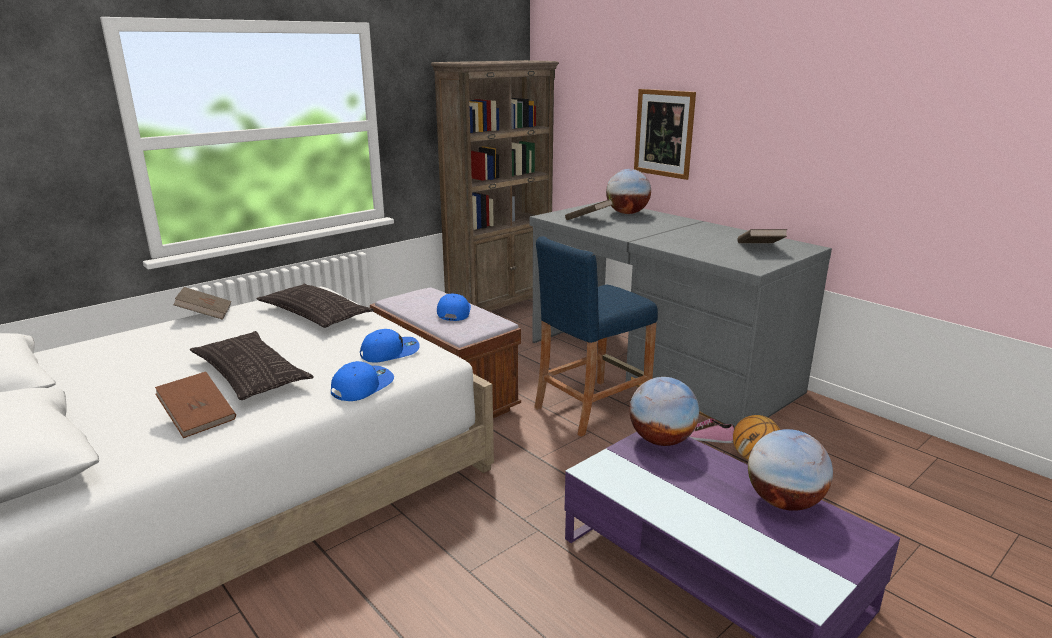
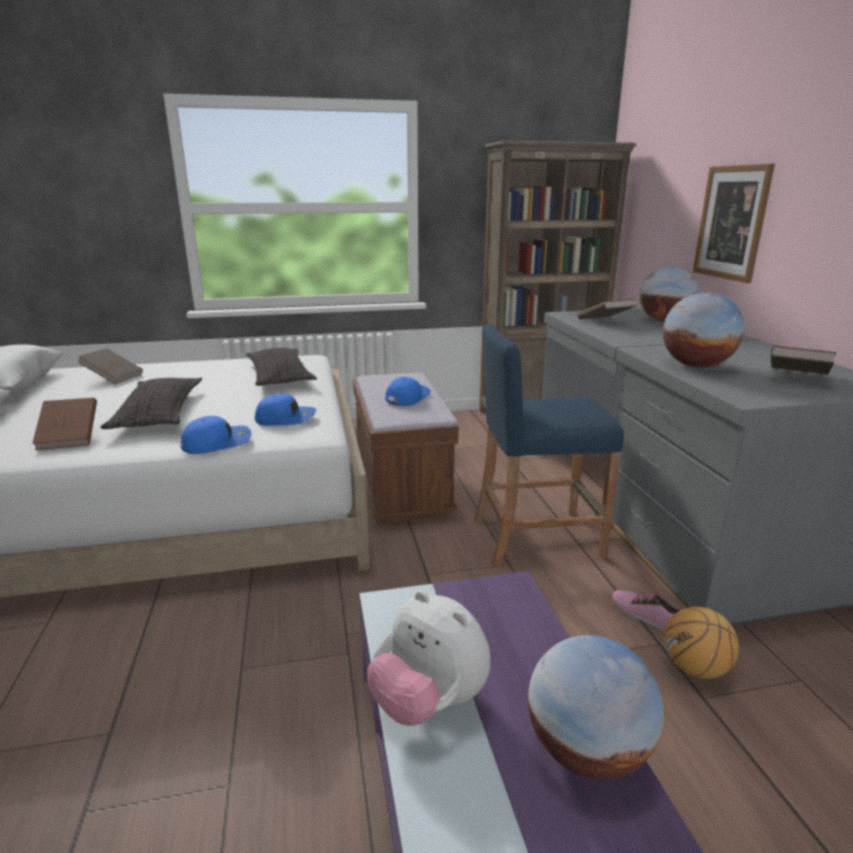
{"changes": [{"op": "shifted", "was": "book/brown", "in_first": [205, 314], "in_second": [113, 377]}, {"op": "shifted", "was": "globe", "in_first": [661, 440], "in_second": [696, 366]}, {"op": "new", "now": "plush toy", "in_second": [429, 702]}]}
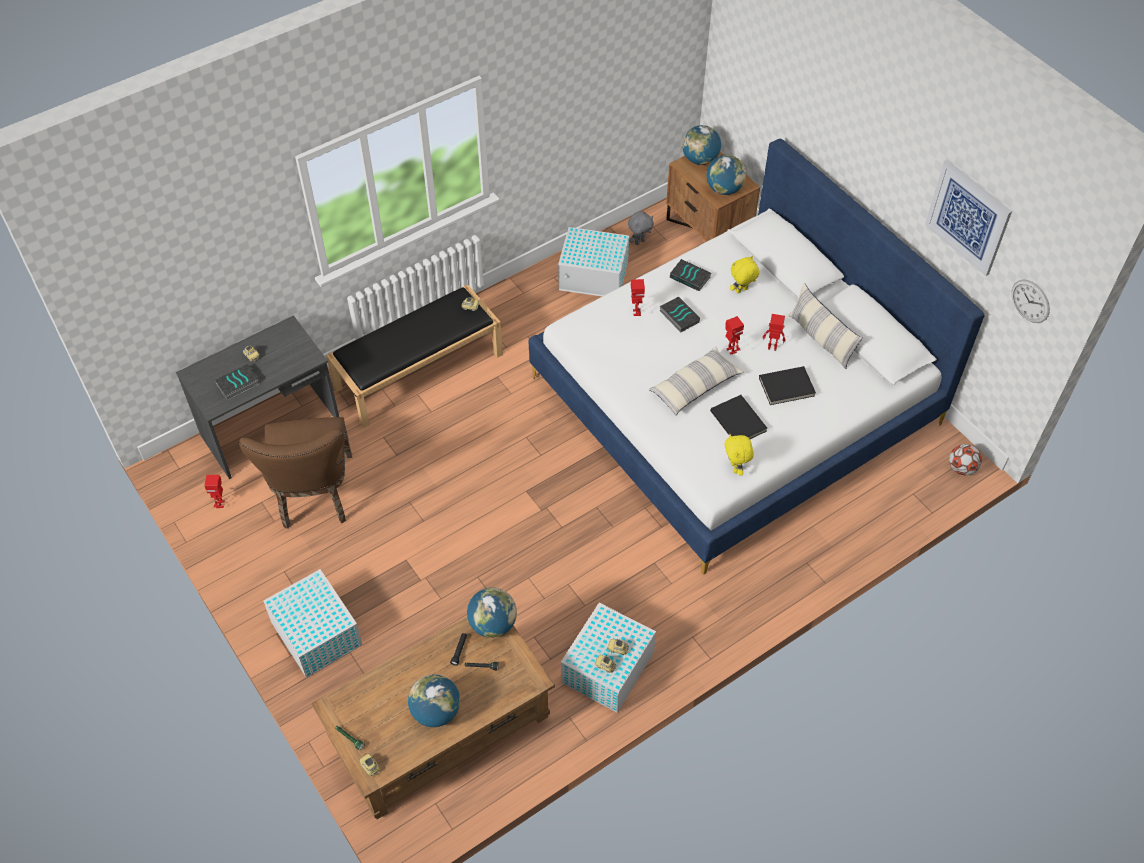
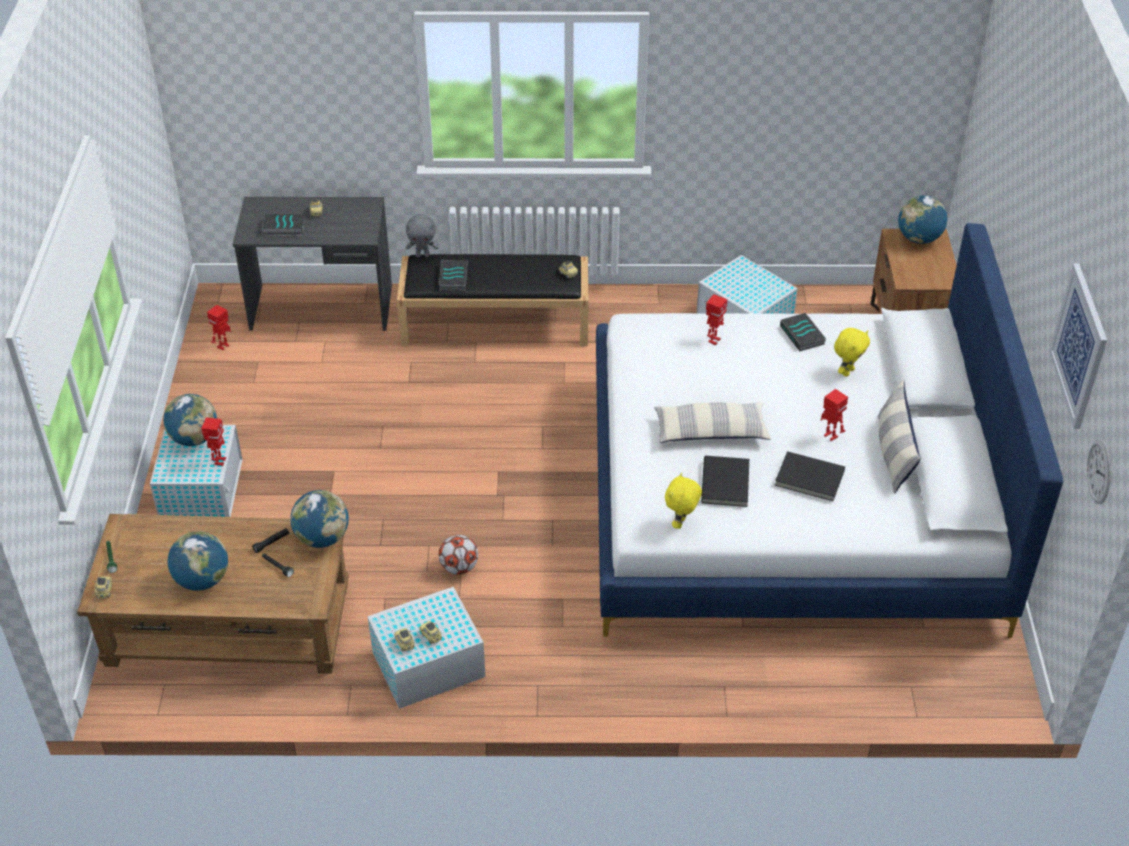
{"changes": [{"op": "gone", "was": "chair/brown", "in_first": [315, 497]}, {"op": "shifted", "was": "plush toy/grey", "in_first": [639, 242], "in_second": [423, 255]}, {"op": "shifted", "was": "book", "in_first": [678, 316], "in_second": [452, 278]}, {"op": "shifted", "was": "globe", "in_first": [724, 189], "in_second": [194, 438]}, {"op": "shifted", "was": "toy robot", "in_first": [730, 351], "in_second": [219, 461]}, {"op": "rotated", "was": "plush toy/yellow", "in_first": [741, 291], "in_second": [847, 371], "clockwise": 120}, {"op": "shifted", "was": "football", "in_first": [961, 468], "in_second": [459, 567]}]}
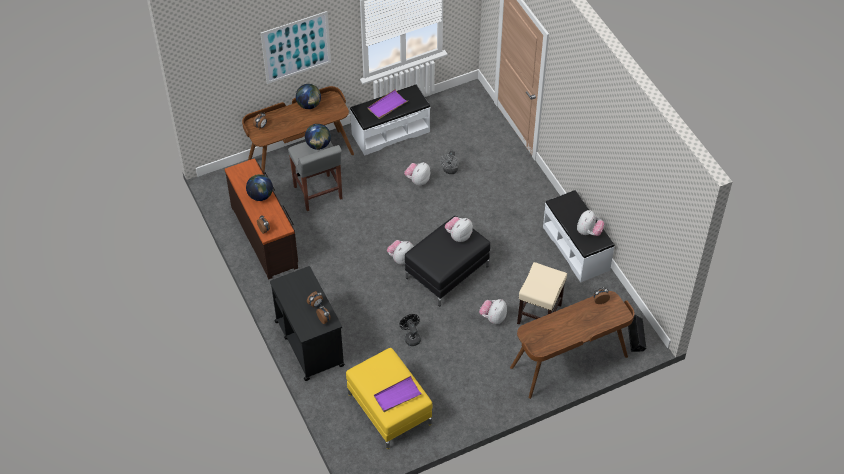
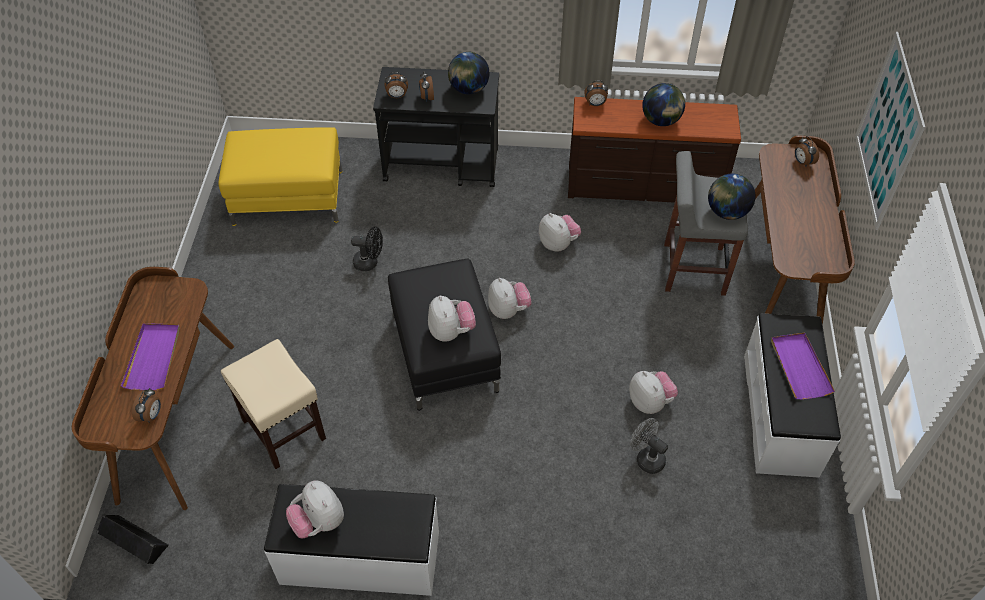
{"changes": [{"op": "shifted", "was": "globe", "in_first": [309, 105], "in_second": [468, 89]}, {"op": "shifted", "was": "tray/purple", "in_first": [397, 395], "in_second": [153, 358]}, {"op": "shifted", "was": "plush toy", "in_first": [493, 317], "in_second": [558, 243]}]}
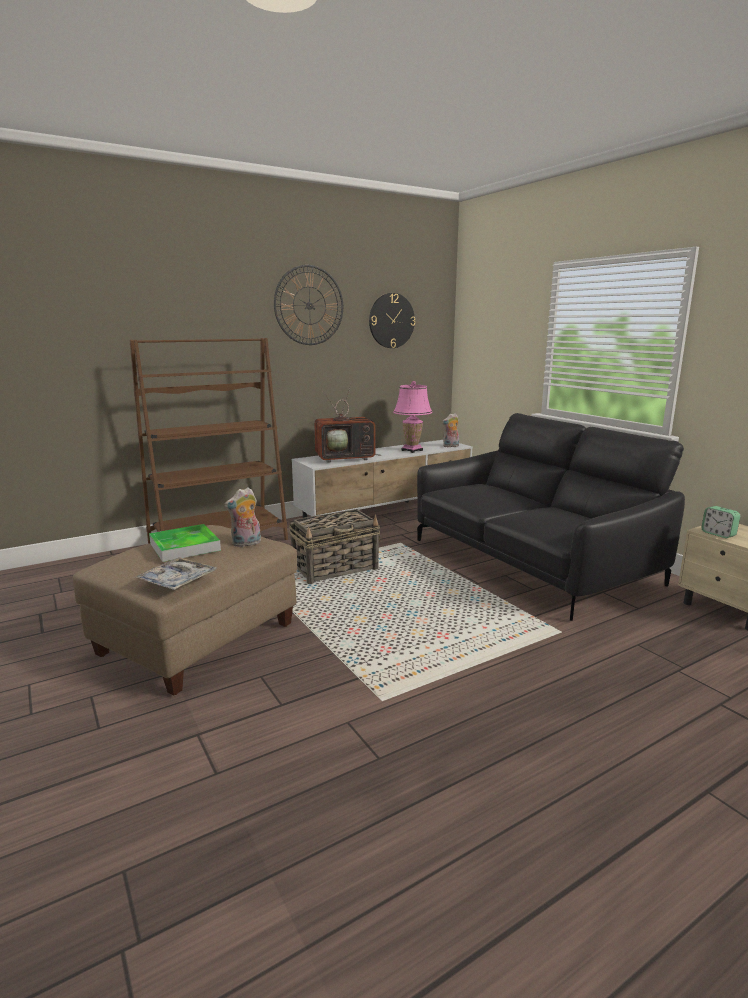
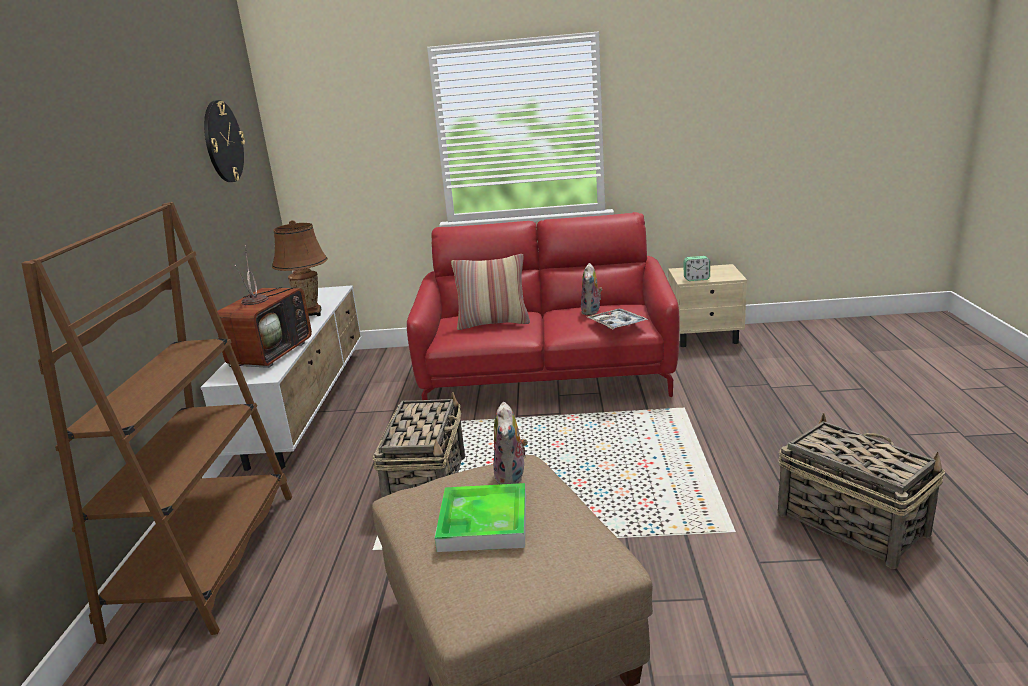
{"changes": [{"op": "shifted", "was": "tray", "in_first": [177, 580], "in_second": [617, 324]}, {"op": "gone", "was": "wall clock", "in_first": [309, 305]}, {"op": "repainted", "was": "table lamp/pink", "now": "table lamp/brown", "in_first": [412, 450], "in_second": [310, 313]}, {"op": "repainted", "was": "sofa/black", "now": "sofa/red", "in_first": [531, 562], "in_second": [546, 374]}, {"op": "shifted", "was": "plush toy", "in_first": [450, 446], "in_second": [592, 311]}, {"op": "new", "now": "pillow", "in_second": [493, 323]}, {"op": "new", "now": "basket", "in_second": [850, 523]}]}
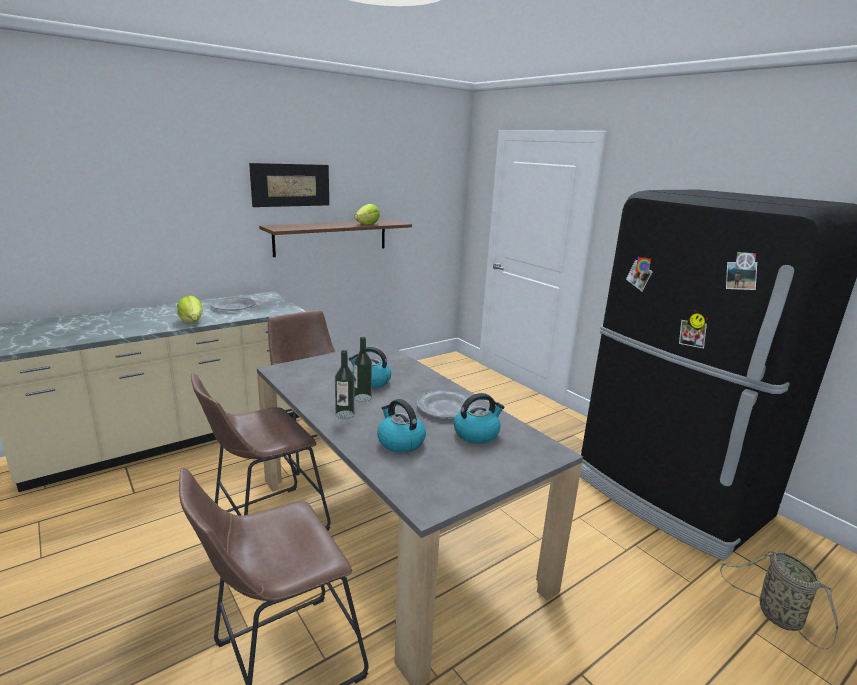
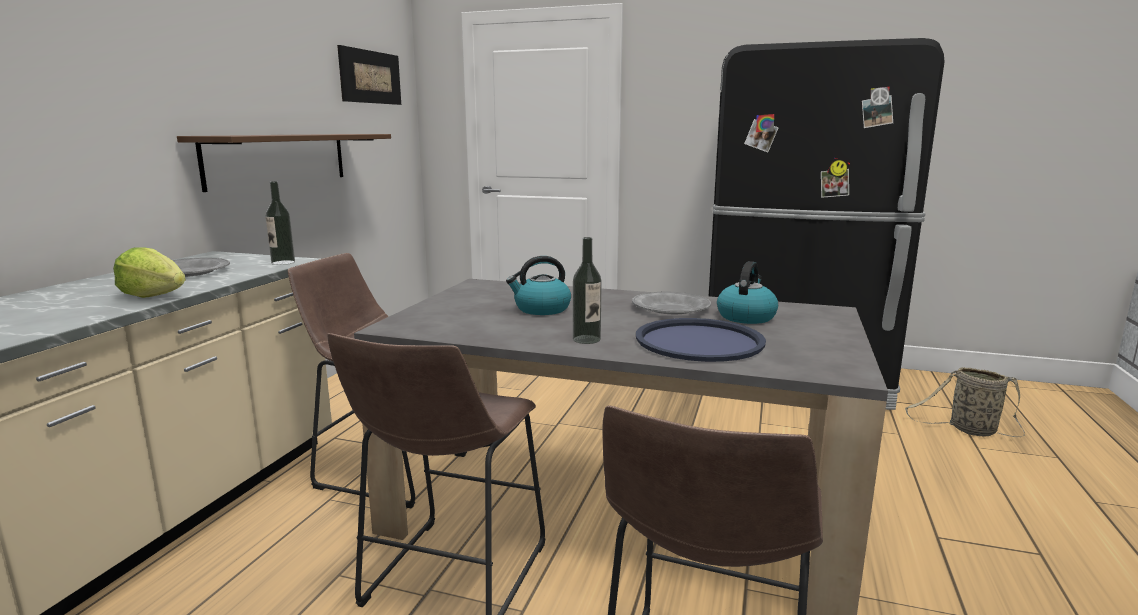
{"changes": [{"op": "shifted", "was": "picture", "in_first": [291, 185], "in_second": [370, 77]}, {"op": "shifted", "was": "bottle", "in_first": [362, 397], "in_second": [283, 262]}, {"op": "gone", "was": "lettuce", "in_first": [367, 224]}, {"op": "swapped", "was": "kettle", "now": "tray/blue", "in_first": [400, 442], "in_second": [699, 341]}]}
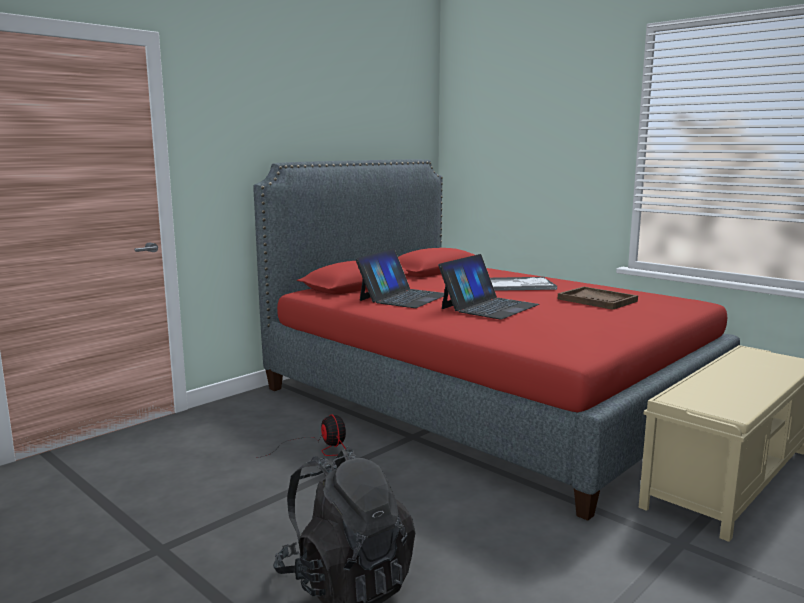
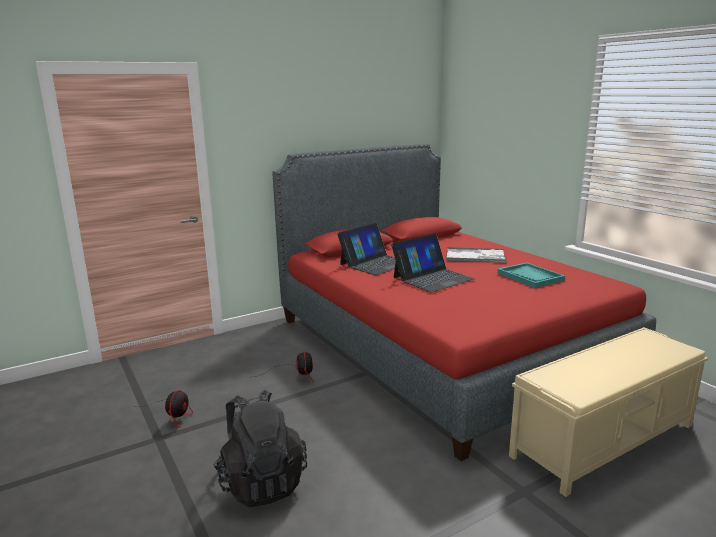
{"changes": [{"op": "repainted", "was": "tray/brown", "now": "tray/turquoise", "in_first": [597, 300], "in_second": [530, 277]}, {"op": "new", "now": "fan", "in_second": [174, 414]}]}
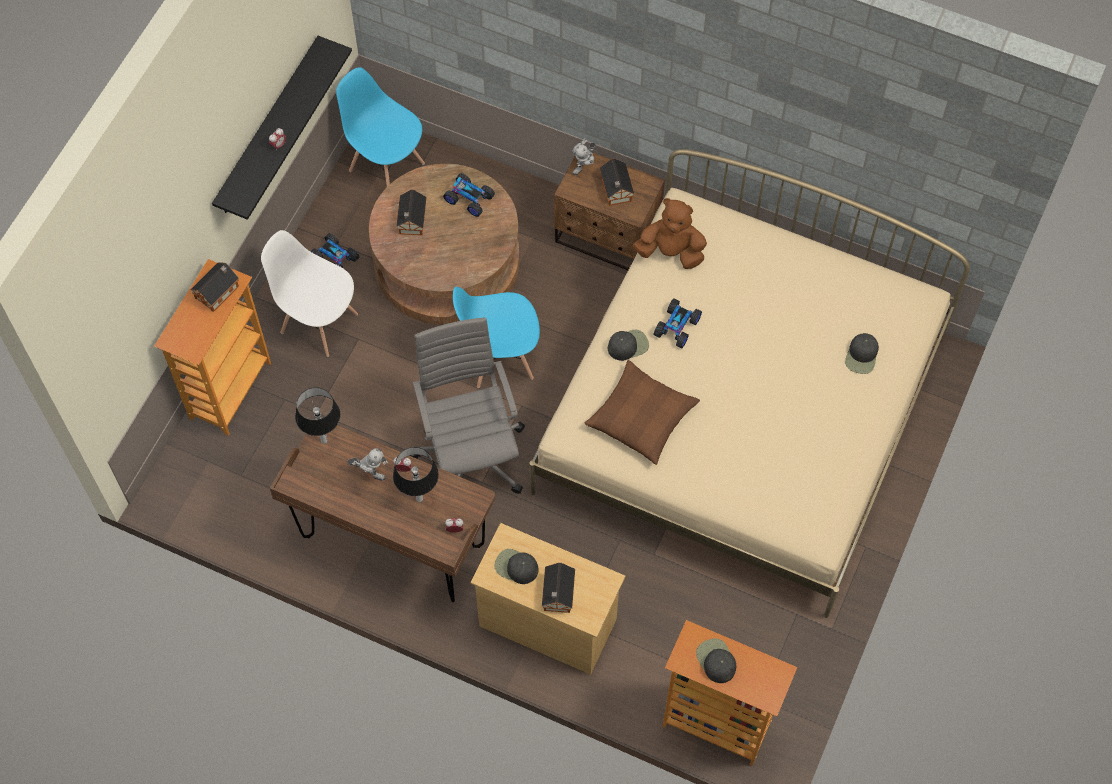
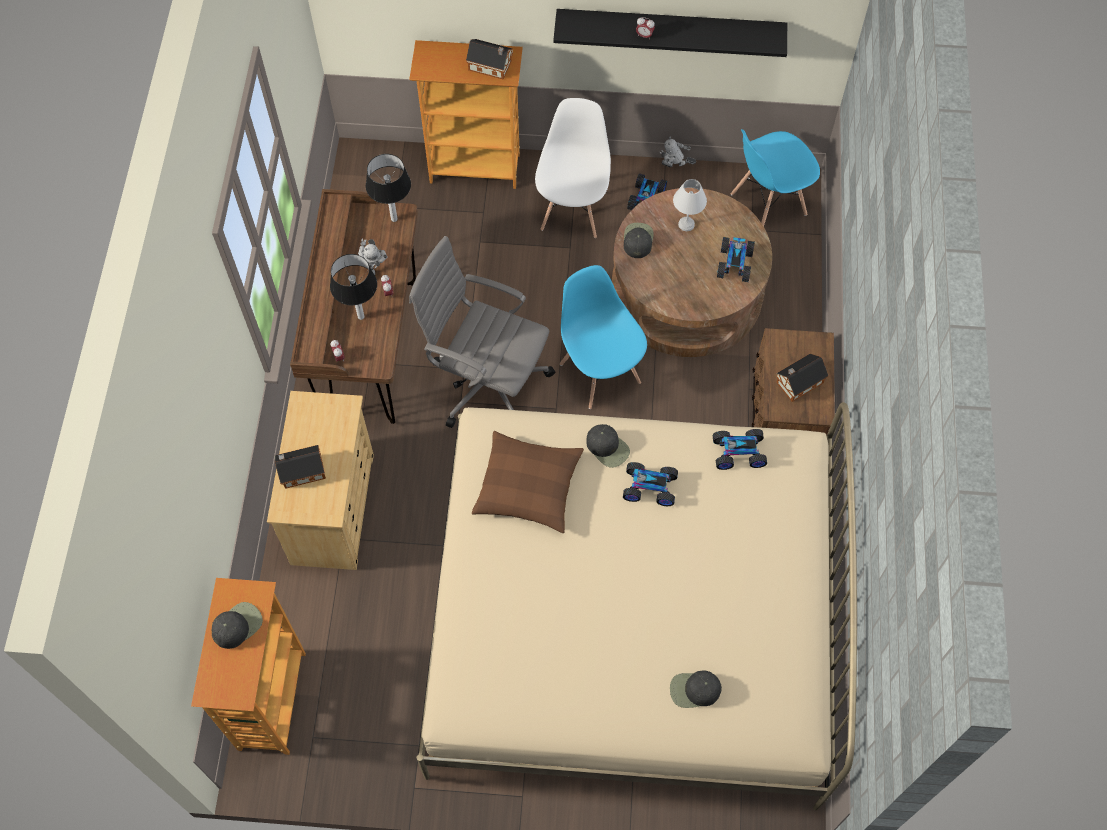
{"changes": [{"op": "rotated", "was": "chair/blue", "in_first": [386, 166], "in_second": [767, 204], "clockwise": -135}, {"op": "swapped", "was": "toy house", "now": "table lamp/white", "in_first": [411, 221], "in_second": [685, 224]}, {"op": "rotated", "was": "office chair/grey", "in_first": [471, 453], "in_second": [487, 382], "clockwise": -120}, {"op": "shifted", "was": "cap/black", "in_first": [516, 567], "in_second": [637, 240]}, {"op": "shifted", "was": "toy robot", "in_first": [584, 166], "in_second": [675, 168]}, {"op": "swapped", "was": "plush toy/brown", "now": "toy car", "in_first": [671, 252], "in_second": [738, 453]}]}
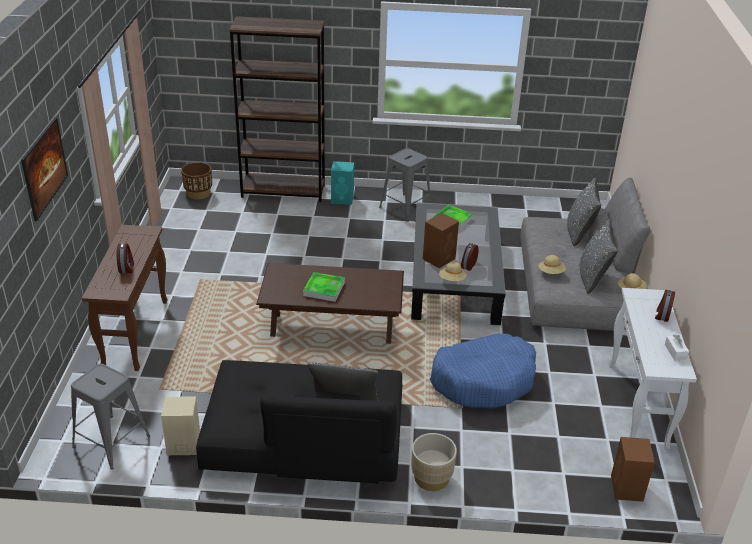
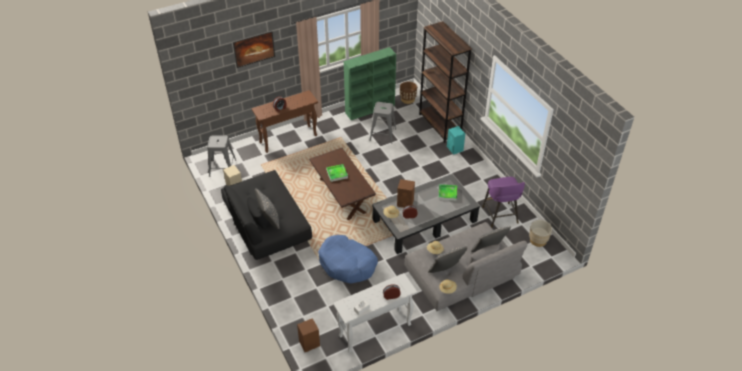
{"changes": [{"op": "shifted", "was": "stool/grey", "in_first": [405, 207], "in_second": [383, 134]}, {"op": "shifted", "was": "planter/beige", "in_first": [431, 478], "in_second": [538, 240]}, {"op": "new", "now": "bookcase/green", "in_second": [370, 109]}, {"op": "new", "now": "stool/purple", "in_second": [500, 216]}]}
